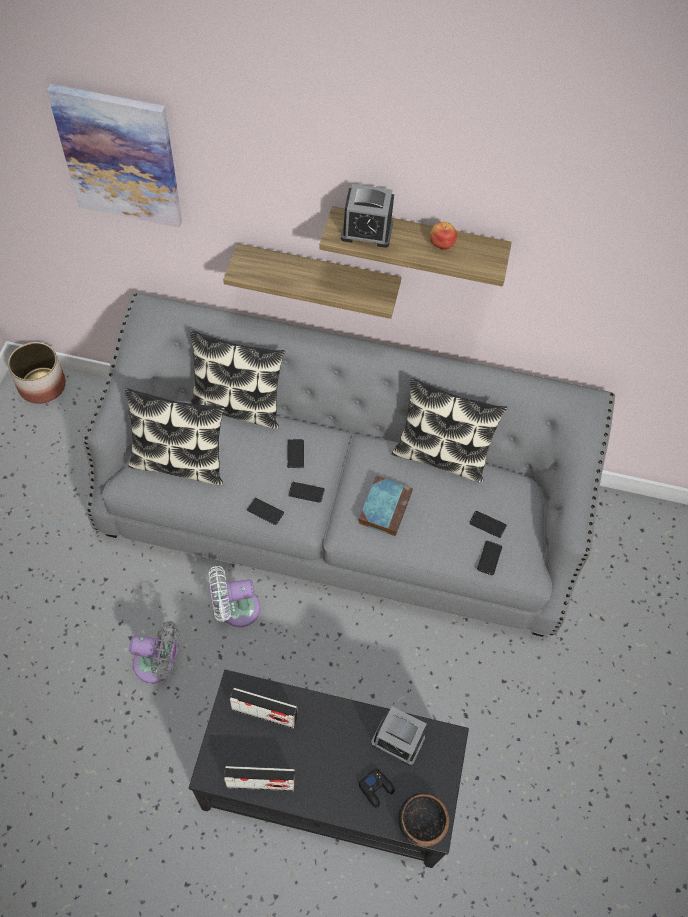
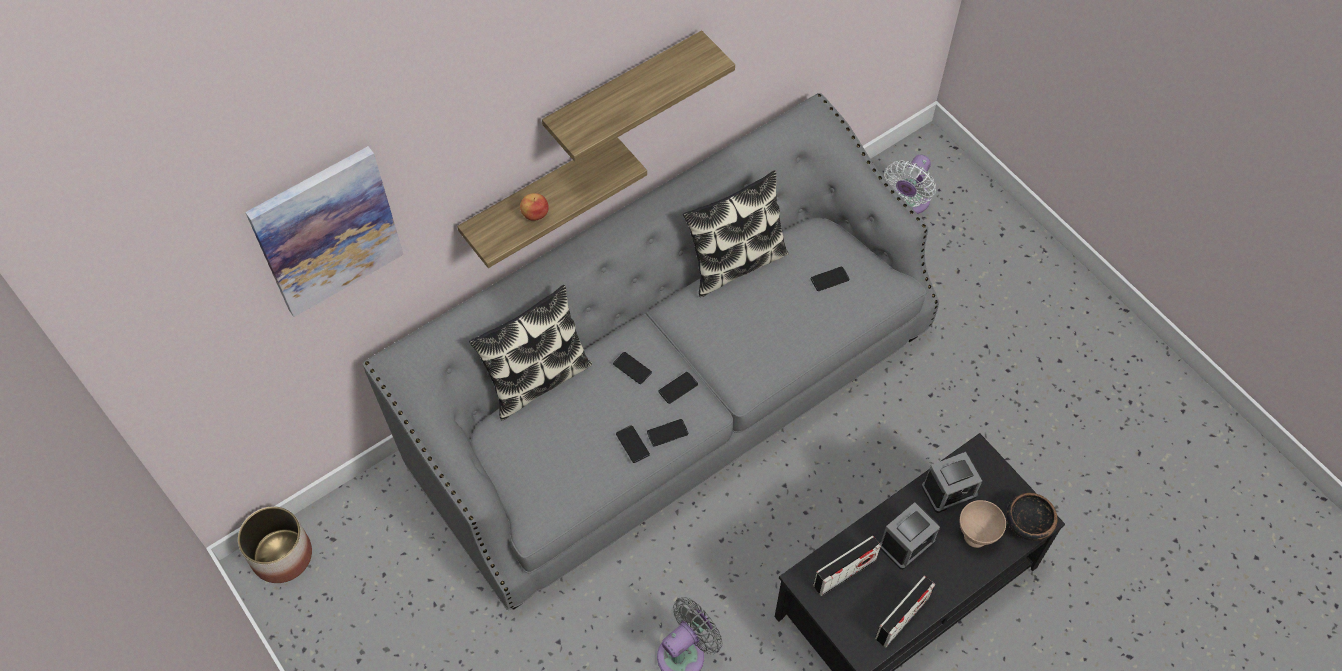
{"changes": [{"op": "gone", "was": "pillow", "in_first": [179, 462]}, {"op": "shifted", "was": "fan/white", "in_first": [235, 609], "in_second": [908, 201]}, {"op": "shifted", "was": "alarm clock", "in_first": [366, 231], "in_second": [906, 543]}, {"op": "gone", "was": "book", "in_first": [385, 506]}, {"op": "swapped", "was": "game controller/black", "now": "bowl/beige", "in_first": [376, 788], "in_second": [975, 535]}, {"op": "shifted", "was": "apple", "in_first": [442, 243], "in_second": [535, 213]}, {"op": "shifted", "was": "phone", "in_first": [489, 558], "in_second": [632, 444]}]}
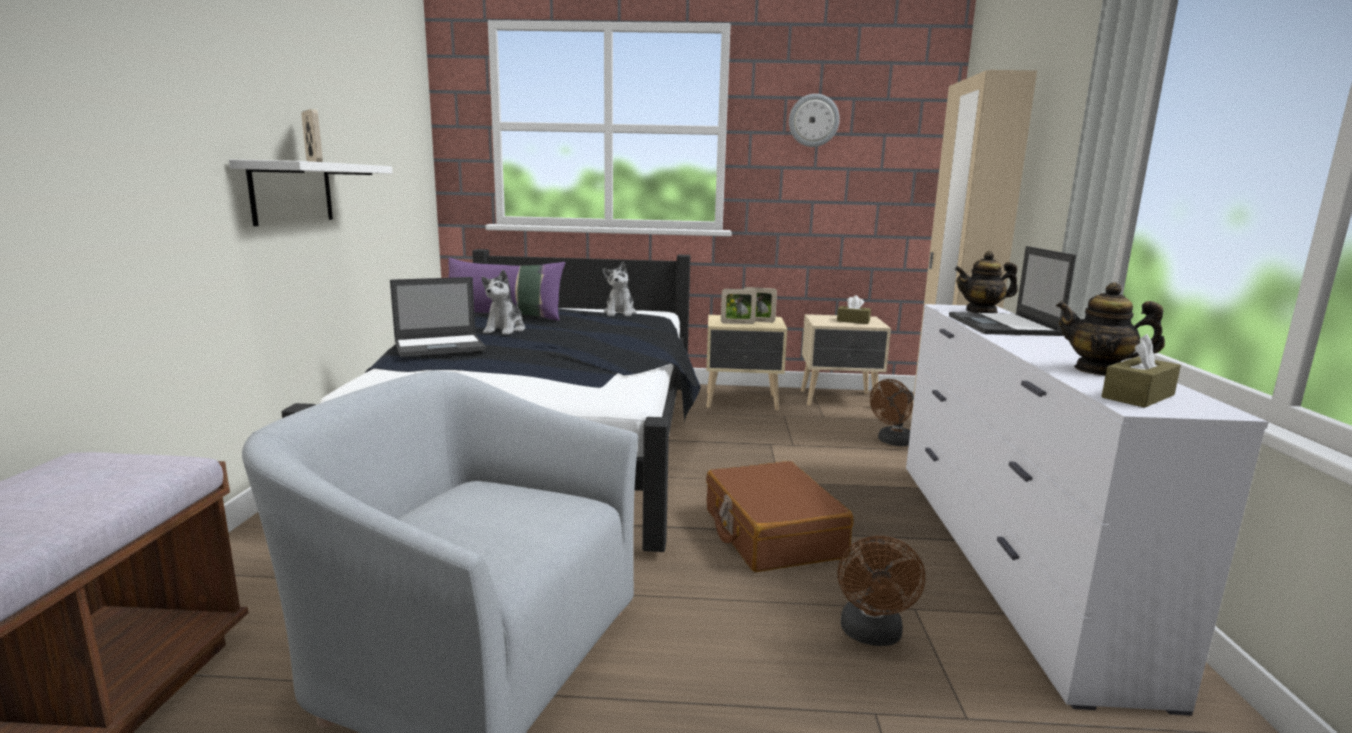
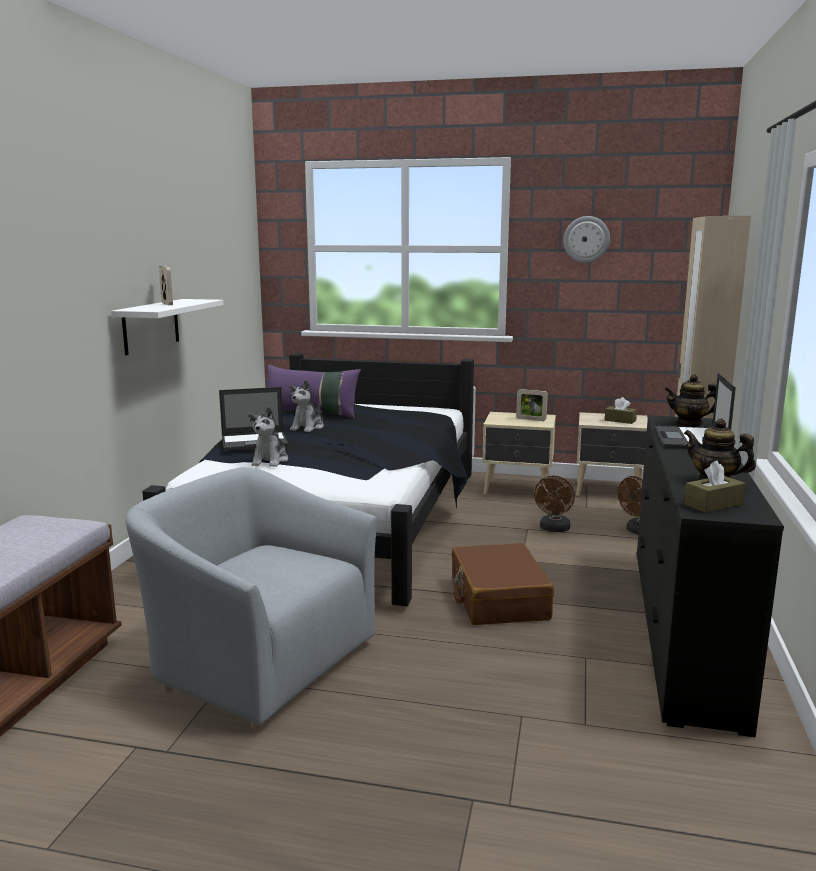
{"changes": [{"op": "shifted", "was": "plush toy", "in_first": [620, 313], "in_second": [270, 461]}, {"op": "gone", "was": "picture frame", "in_first": [737, 323]}, {"op": "shifted", "was": "fan/brown", "in_first": [872, 635], "in_second": [554, 529]}, {"op": "repainted", "was": "dresser/white", "now": "dresser/black", "in_first": [1005, 557], "in_second": [681, 627]}]}
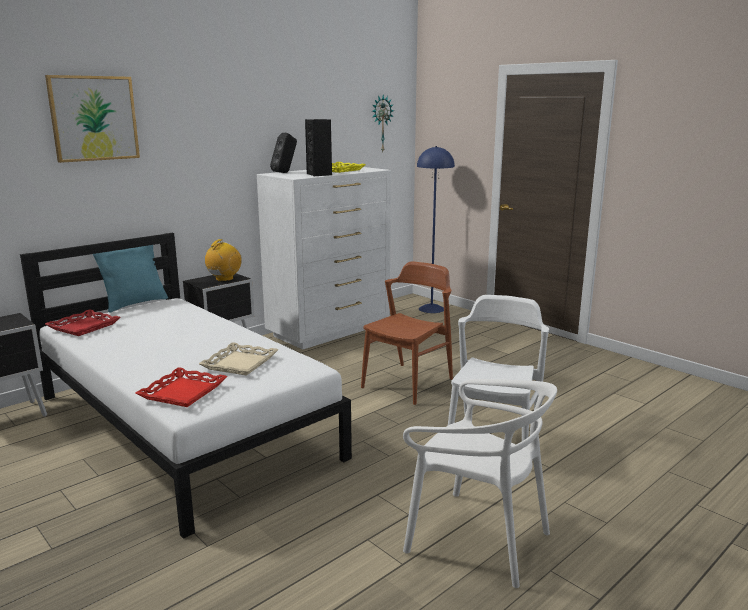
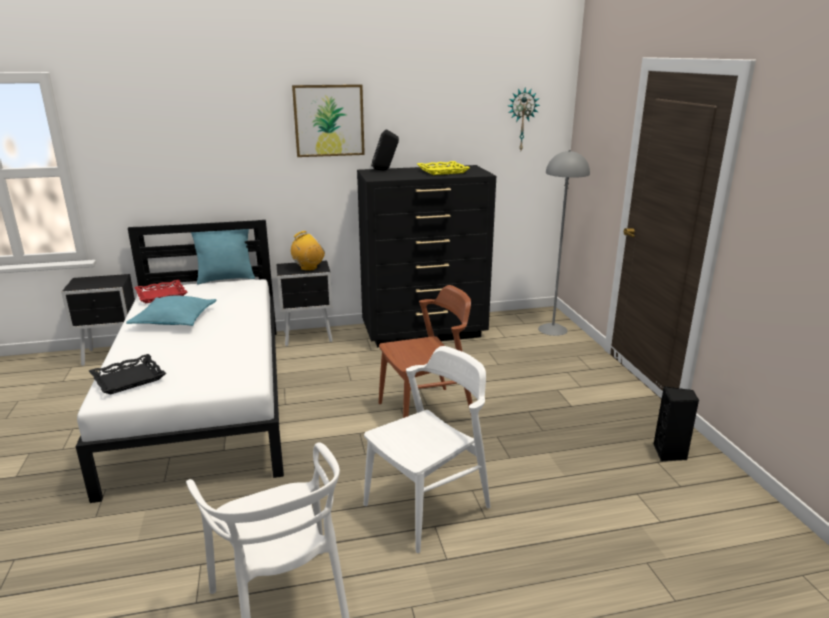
{"changes": [{"op": "shifted", "was": "picture", "in_first": [94, 118], "in_second": [329, 120]}, {"op": "repainted", "was": "tray/red", "now": "tray/black", "in_first": [182, 392], "in_second": [128, 378]}, {"op": "gone", "was": "tray/beige", "in_first": [239, 363]}, {"op": "repainted", "was": "dresser/white", "now": "dresser/black", "in_first": [330, 330], "in_second": [425, 332]}, {"op": "shifted", "was": "speaker/black", "in_first": [319, 174], "in_second": [670, 453]}, {"op": "repainted", "was": "floor lamp/blue", "now": "floor lamp/grey", "in_first": [431, 309], "in_second": [552, 329]}, {"op": "new", "now": "pillow/turquoise", "in_second": [174, 320]}]}
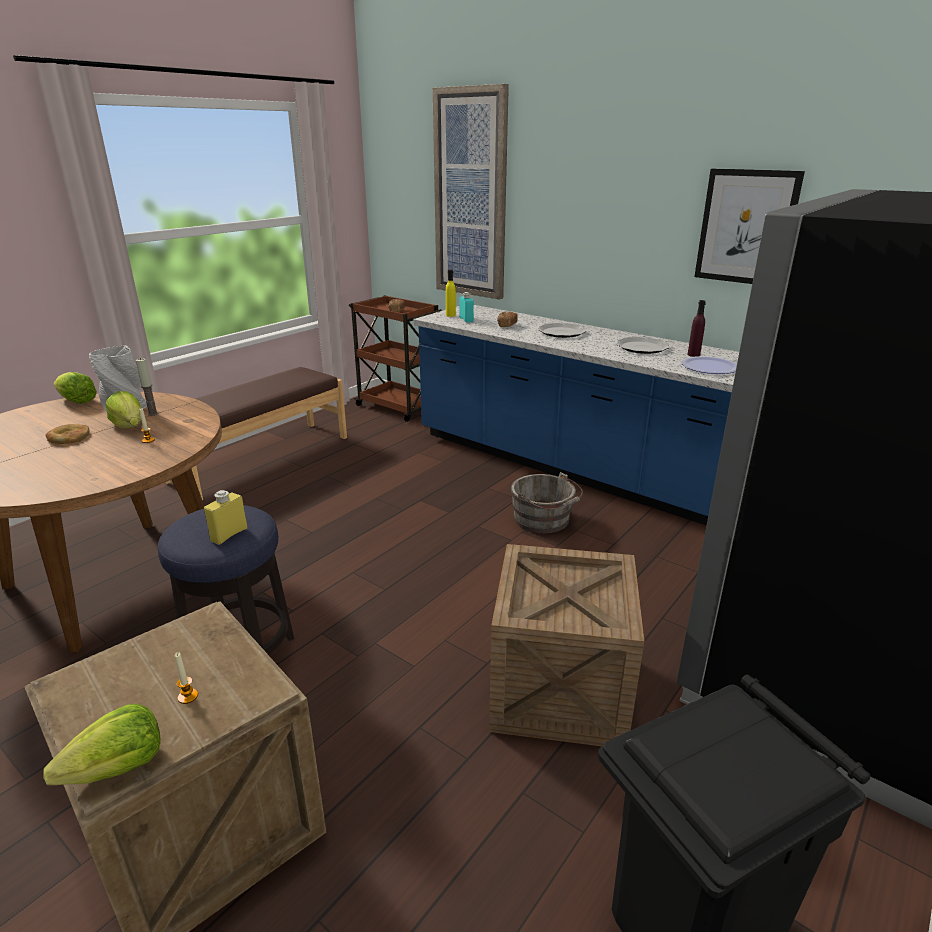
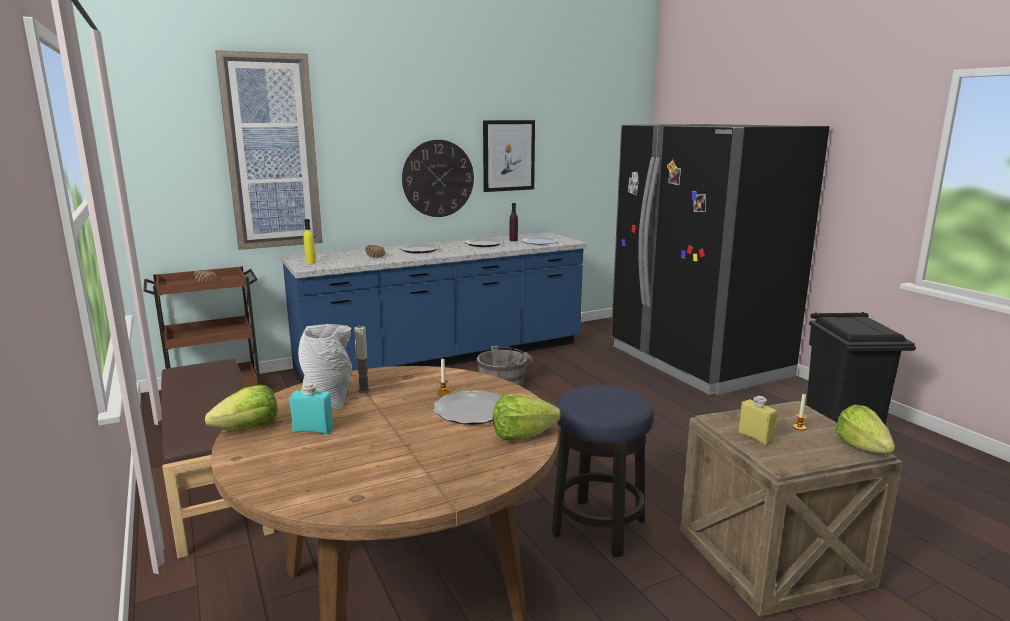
{"changes": [{"op": "gone", "was": "bread", "in_first": [69, 437]}, {"op": "shifted", "was": "lettuce", "in_first": [129, 426], "in_second": [522, 435]}, {"op": "shifted", "was": "bottle/yellow", "in_first": [229, 535], "in_second": [755, 438]}, {"op": "shifted", "was": "bottle/turquoise", "in_first": [466, 320], "in_second": [313, 430]}, {"op": "gone", "was": "crate", "in_first": [559, 689]}, {"op": "new", "now": "wall clock", "in_second": [438, 178]}, {"op": "new", "now": "plate", "in_second": [472, 410]}]}
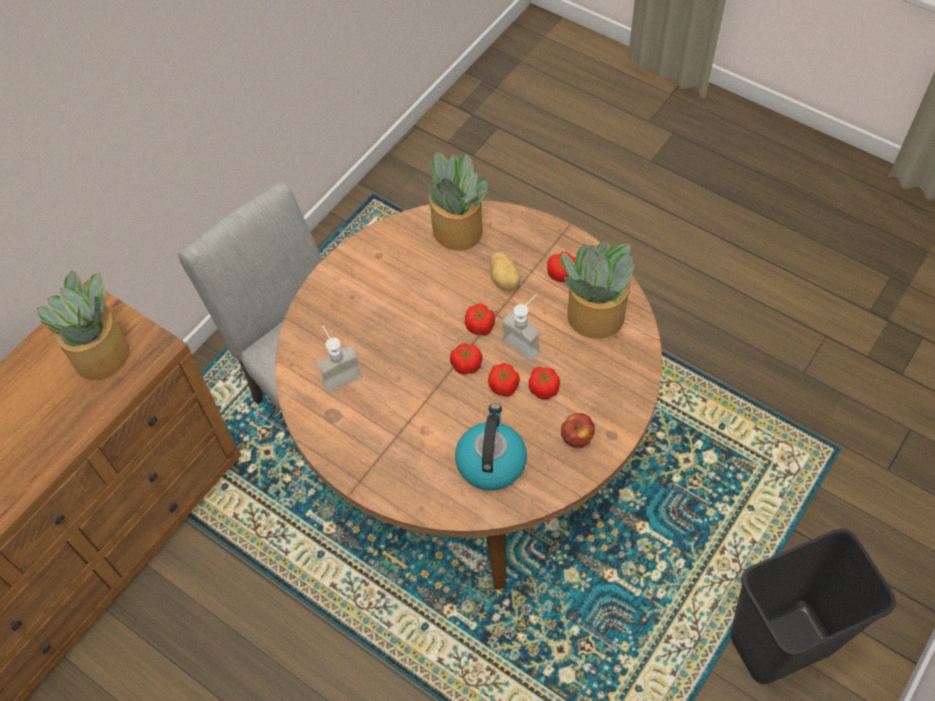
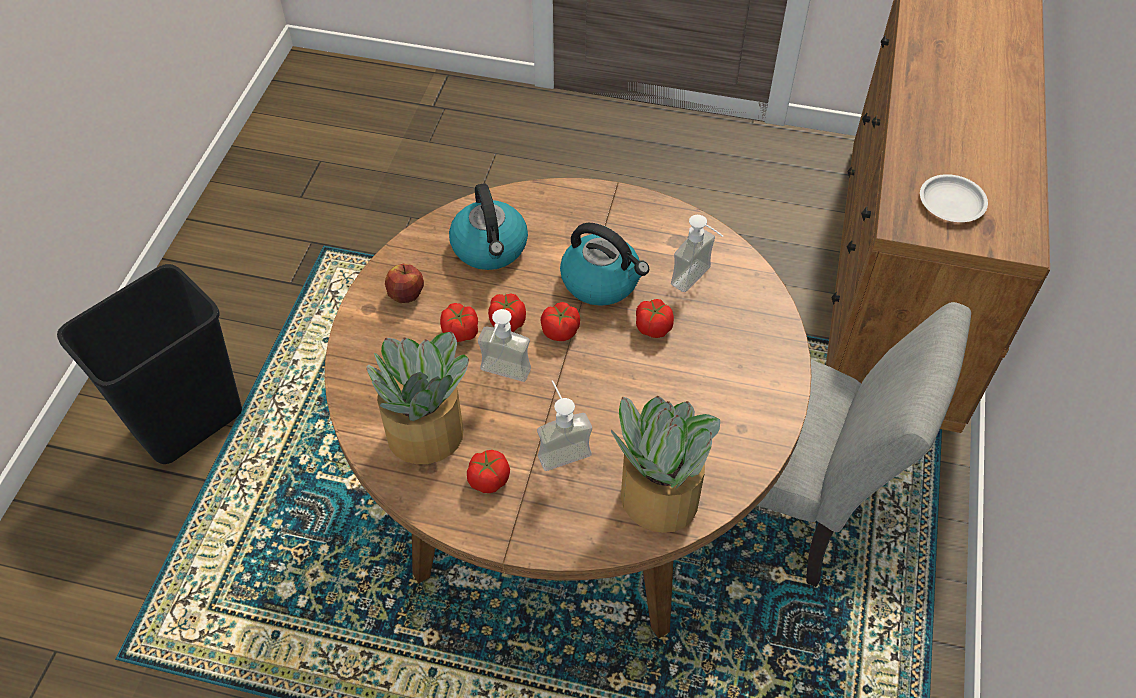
{"changes": [{"op": "swapped", "was": "potted plant", "now": "plate/white", "in_first": [103, 354], "in_second": [951, 202]}, {"op": "shifted", "was": "tomato", "in_first": [480, 326], "in_second": [653, 327]}, {"op": "swapped", "was": "potato", "now": "soap dispenser", "in_first": [505, 279], "in_second": [560, 447]}, {"op": "new", "now": "kettle", "in_second": [602, 281]}]}
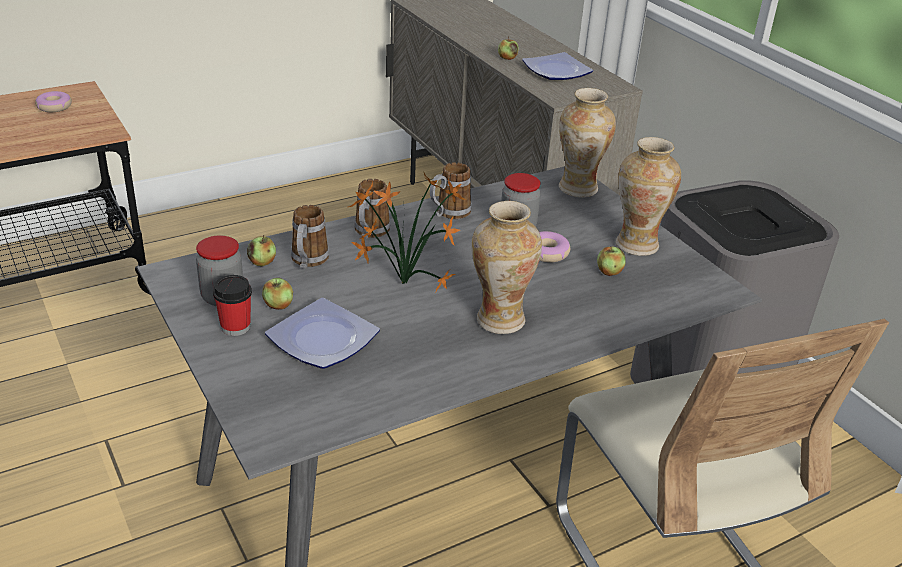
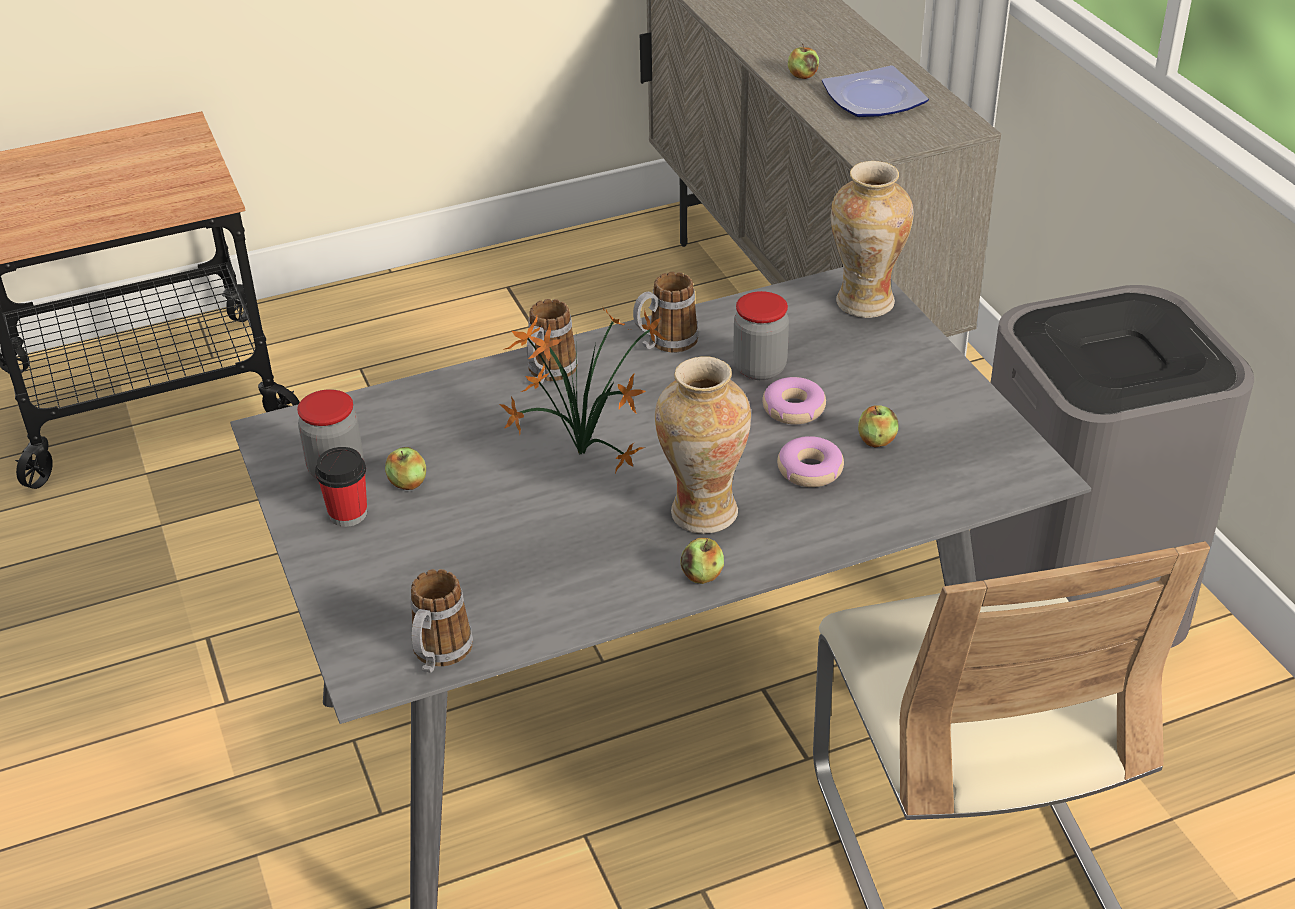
{"changes": [{"op": "shifted", "was": "donut", "in_first": [54, 107], "in_second": [810, 470]}, {"op": "shifted", "was": "apple", "in_first": [262, 262], "in_second": [702, 575]}, {"op": "gone", "was": "plate", "in_first": [320, 340]}, {"op": "shifted", "was": "mug", "in_first": [308, 262], "in_second": [438, 656]}, {"op": "gone", "was": "vase", "in_first": [636, 244]}]}
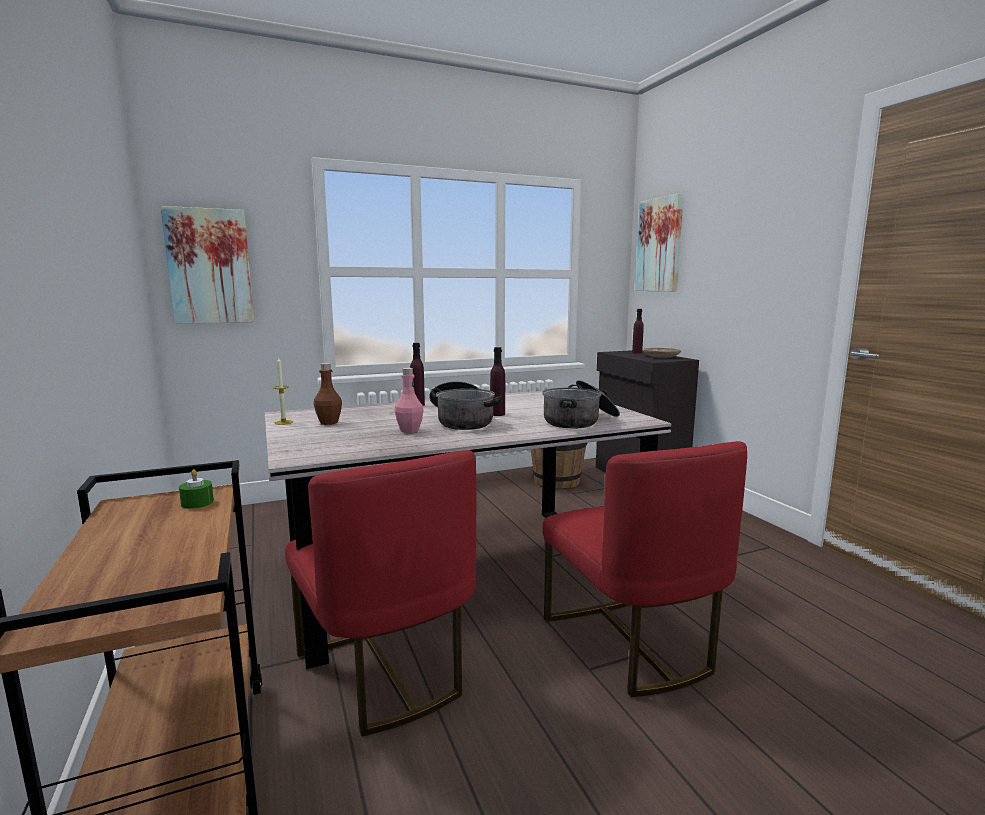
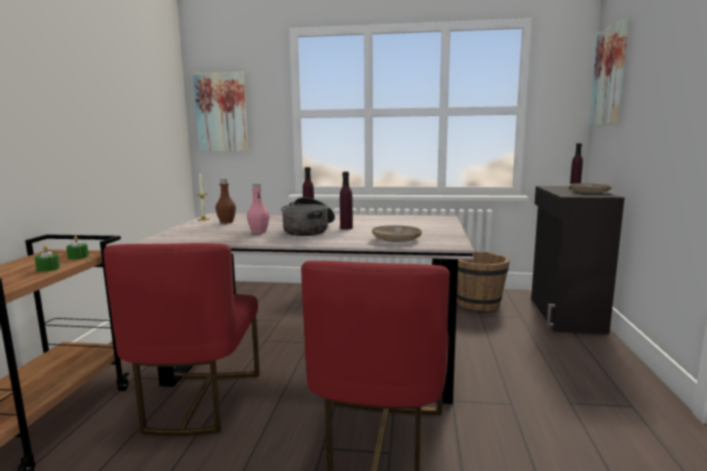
{"changes": [{"op": "swapped", "was": "cooking pot", "now": "plate/beige", "in_first": [580, 421], "in_second": [396, 239]}, {"op": "new", "now": "candle/green", "in_second": [48, 268]}]}
